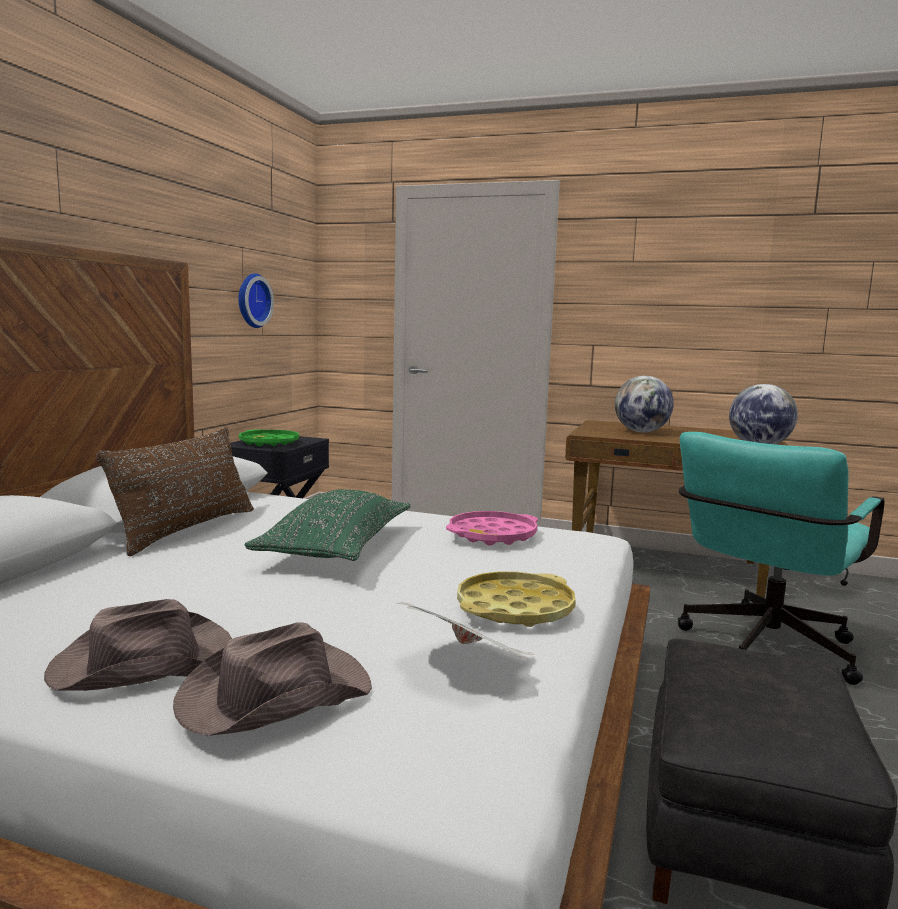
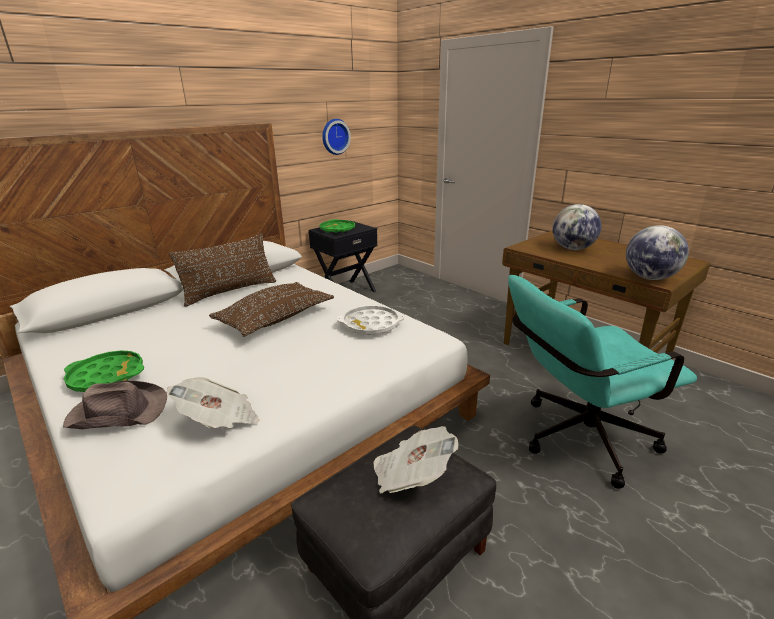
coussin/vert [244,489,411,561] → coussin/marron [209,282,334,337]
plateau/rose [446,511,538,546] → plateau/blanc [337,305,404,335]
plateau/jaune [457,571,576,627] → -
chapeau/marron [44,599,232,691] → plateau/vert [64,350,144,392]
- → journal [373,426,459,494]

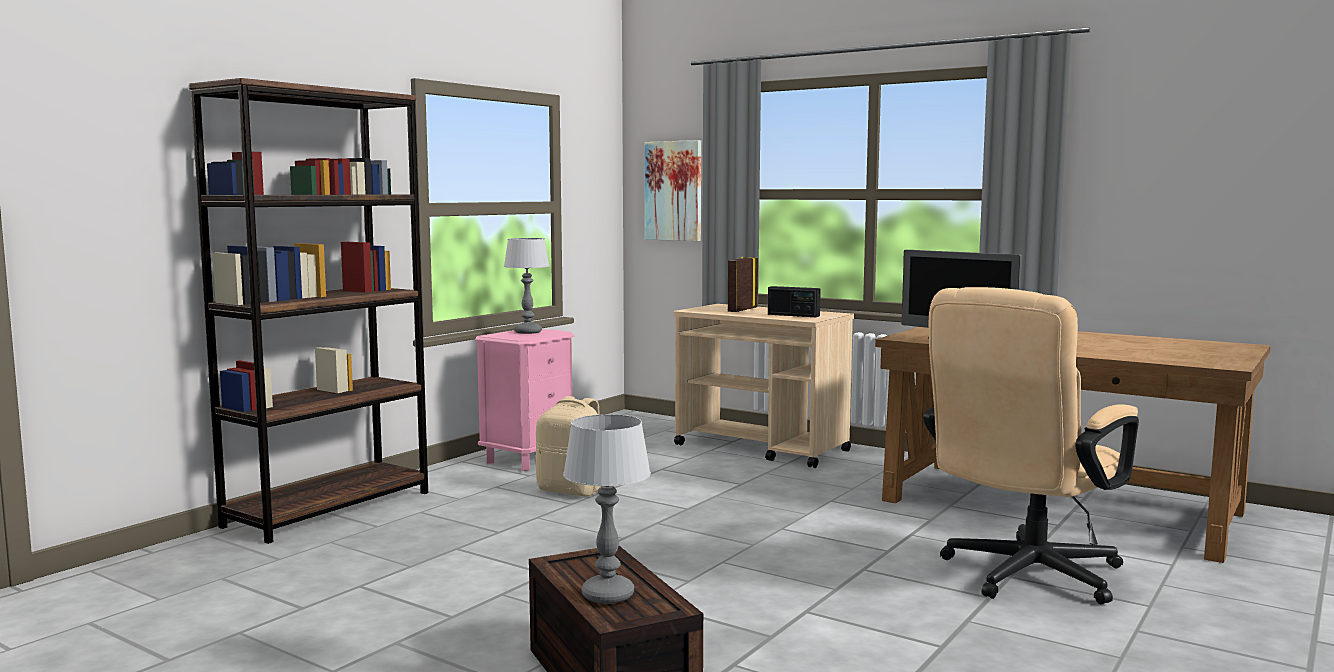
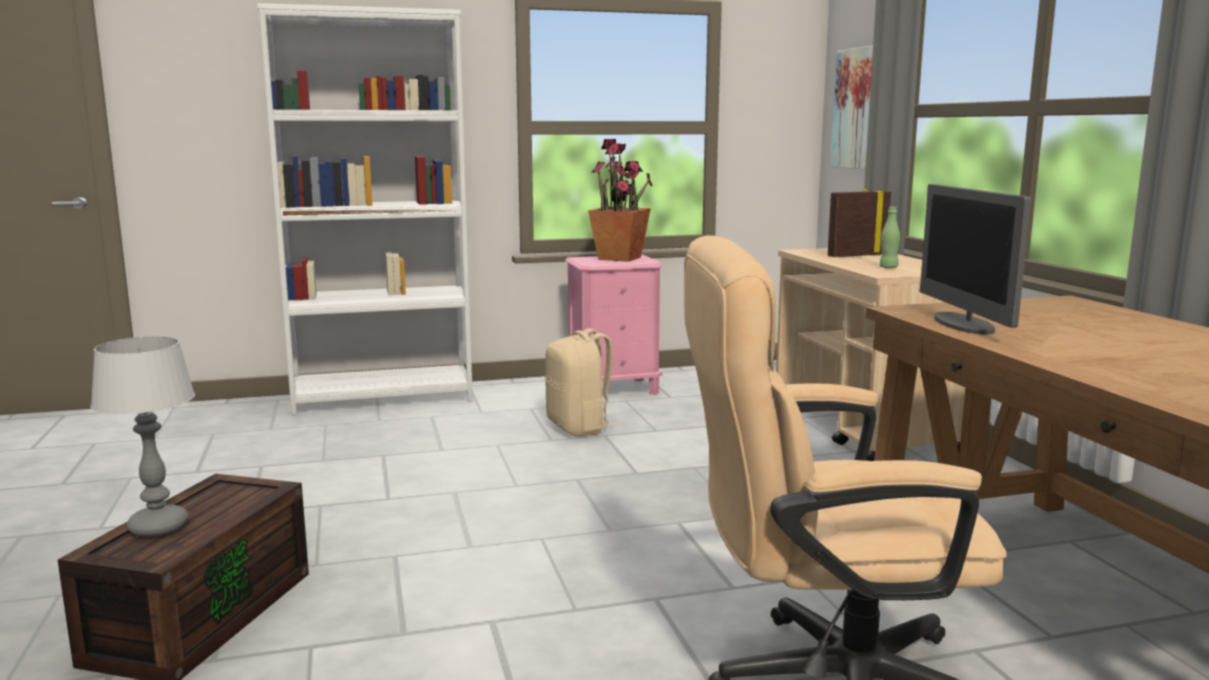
bibliothèque/marron [189,78,428,544] → bibliothèque/blanc [257,3,473,415]
lampe de table [504,238,549,334] → plante en pot [588,139,652,262]
radio [768,286,821,317] → bouteille/vert [879,207,900,268]

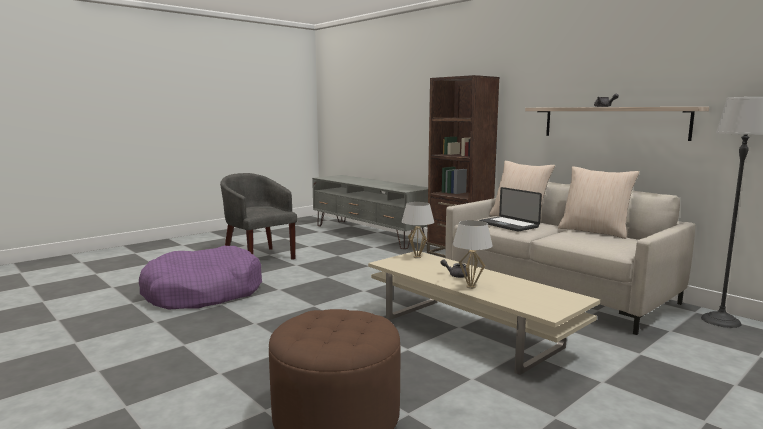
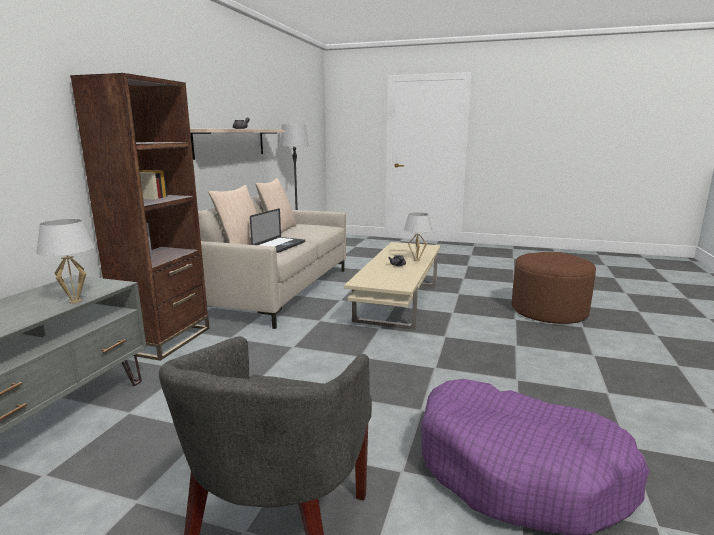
lampe de table/blanc [401,202,434,258] → lampe de table/blanc [36,219,94,304], shifted

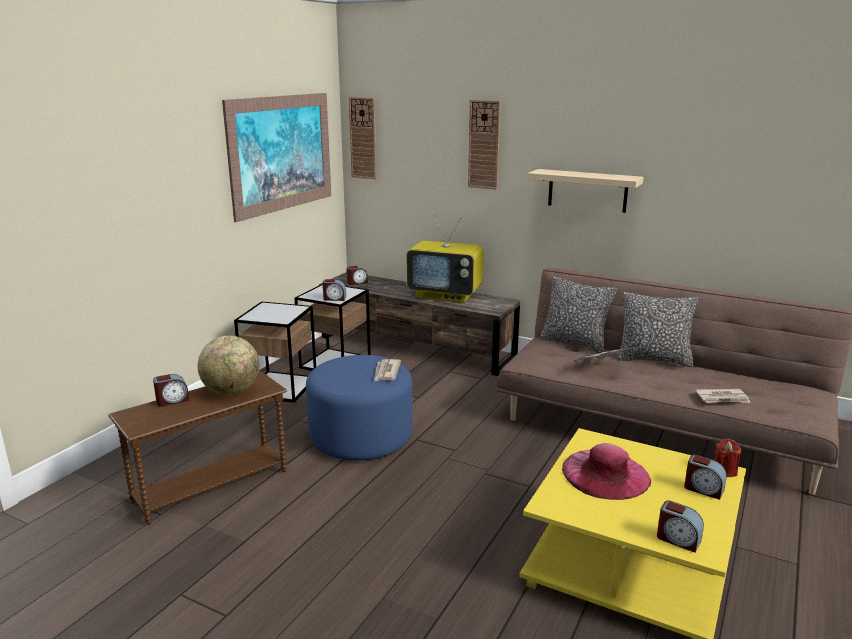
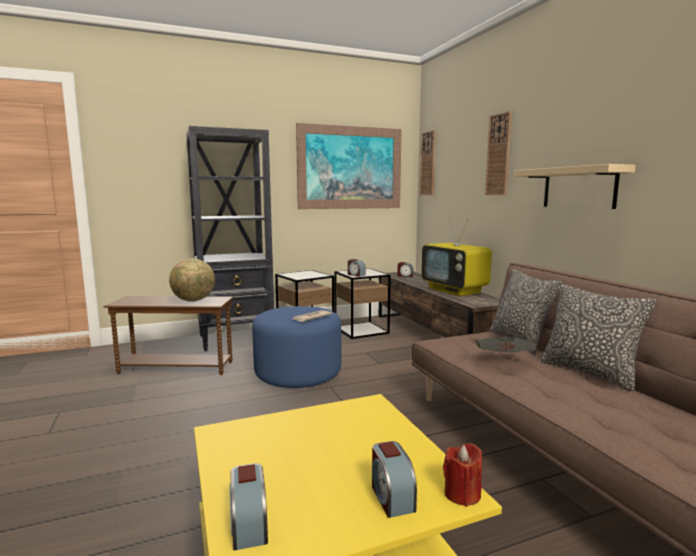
réveil [153,374,189,407] → -
journal [695,389,750,403] → -
chapeau/rose [562,443,651,500] → -
- → bibliothèque/noir [186,126,274,351]

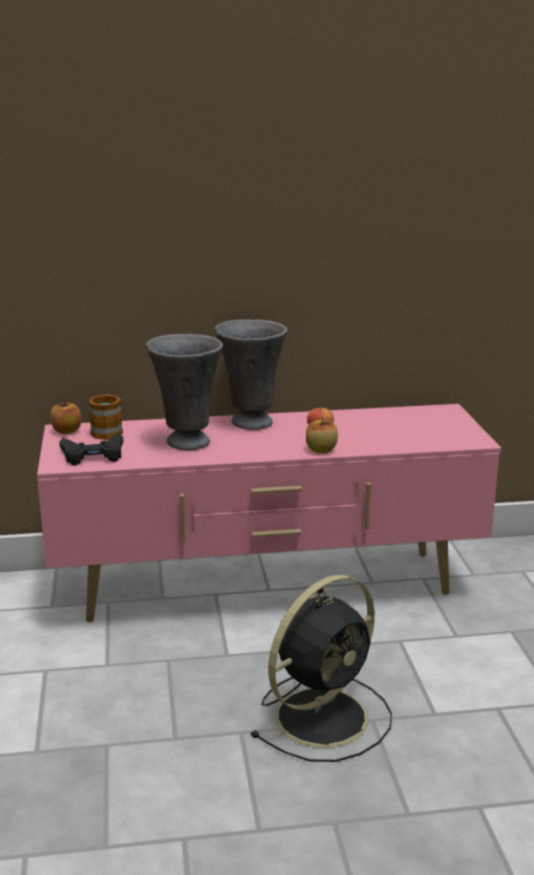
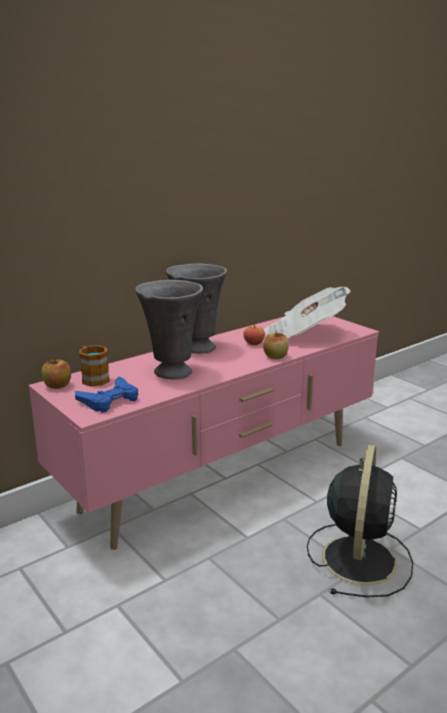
manette/noir [59,433,123,465] → manette/bleu [75,376,138,413]
- → journal [264,287,351,339]

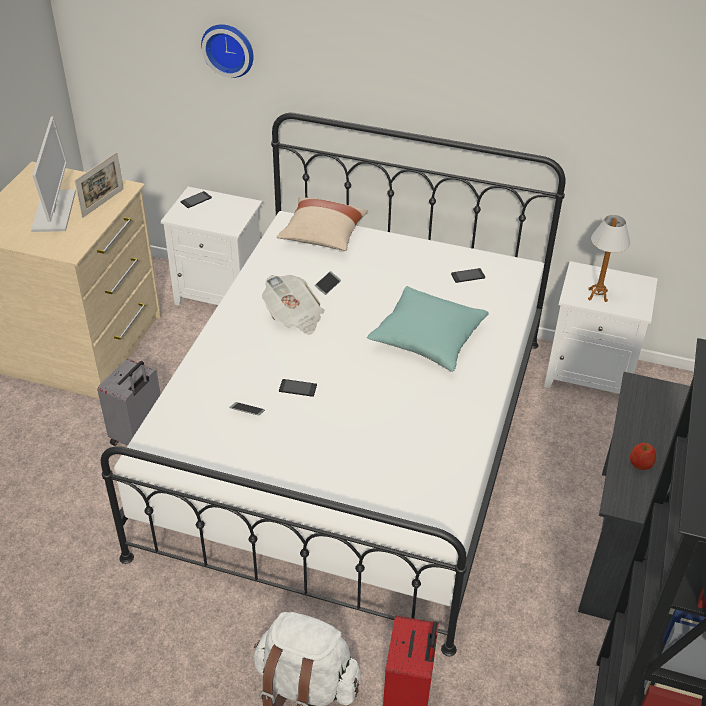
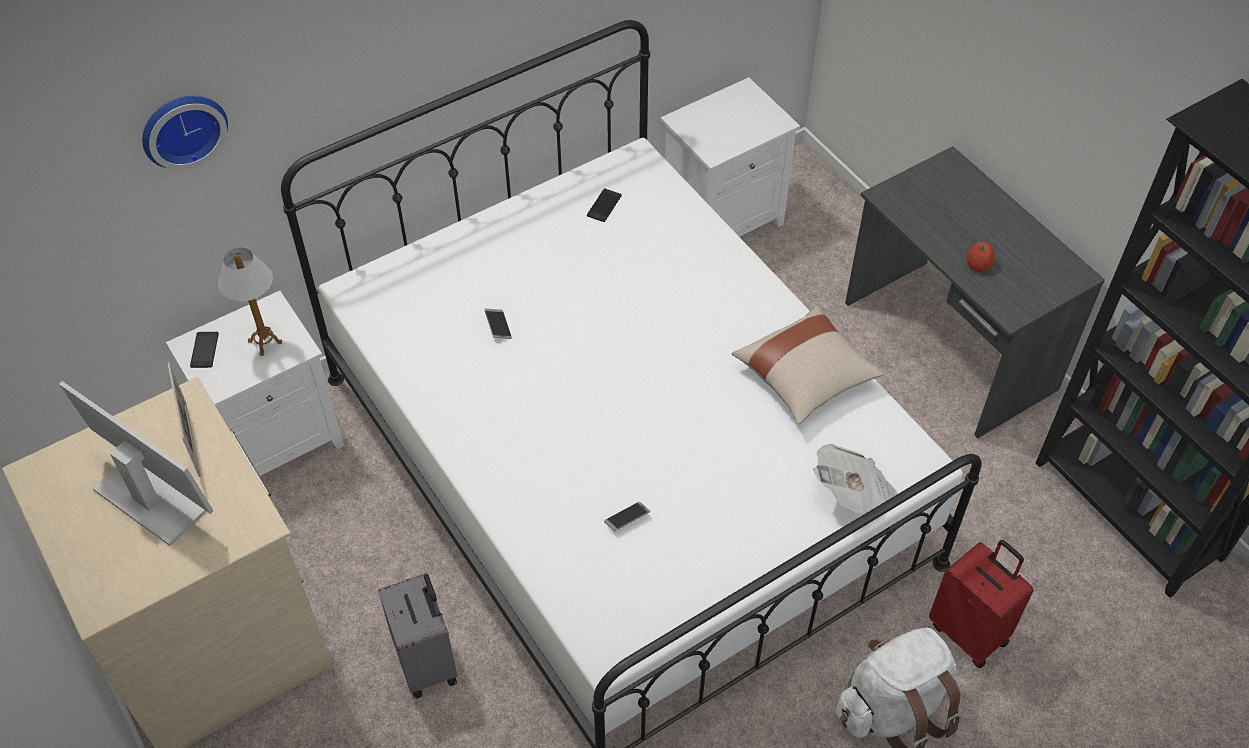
coussin/beige [277,197,367,251] → coussin/beige [732,306,883,424], shifted
lampe de table [588,215,630,302] → lampe de table [218,248,282,356], shifted
journal [262,275,325,335] → journal [813,444,898,515], shifted
coussin/turquoise [367,286,489,372] → -
téléphone [279,379,317,397] → -

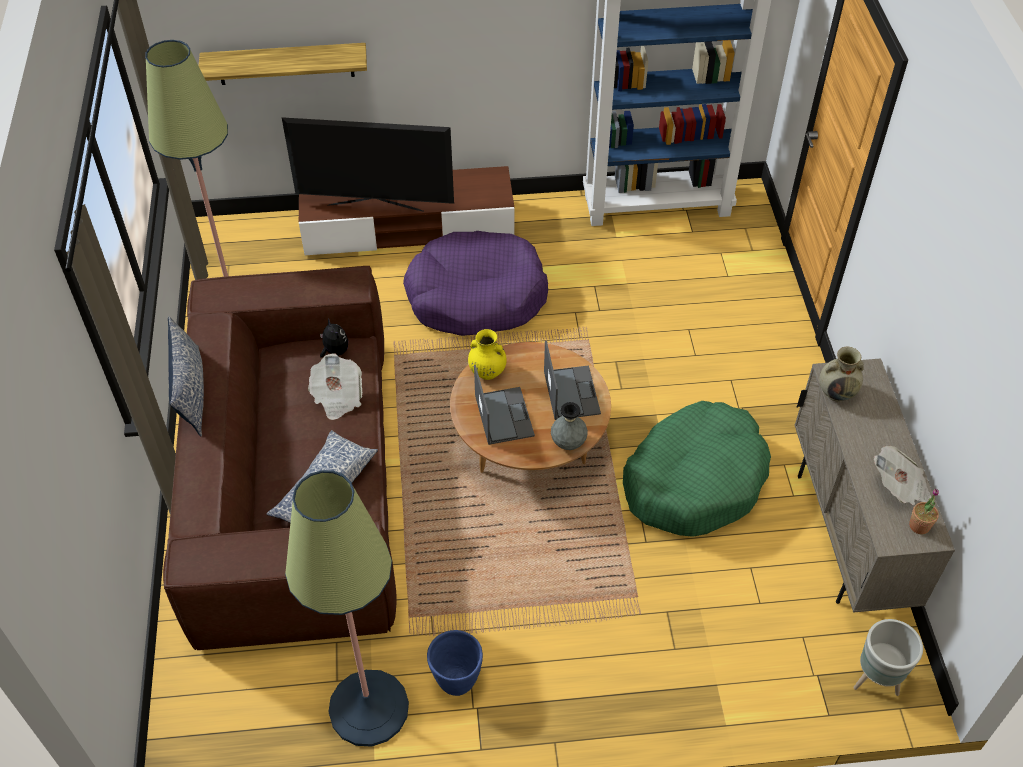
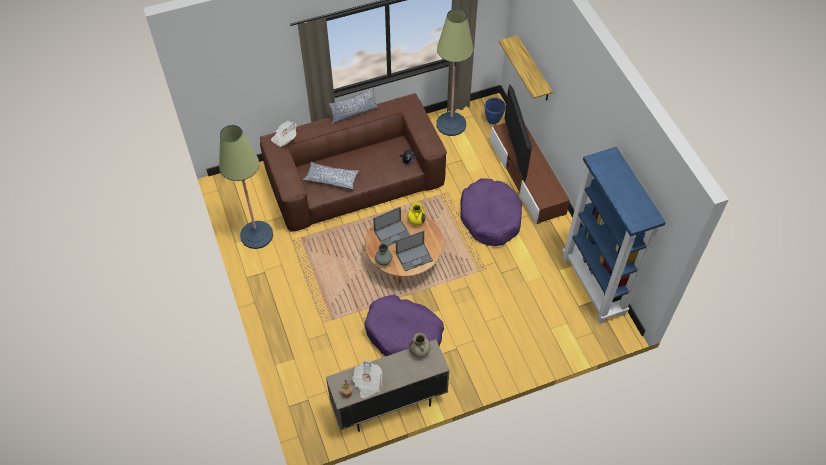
journal [308,354,362,420] → journal [271,121,297,148], shifted
panier pour chien/vert [623,401,771,537] → panier pour chien/violet [364,295,444,356]
cache-pot/gris [853,619,923,696] → -
cache-pot/bleu [427,630,483,696] → cache-pot/bleu [485,98,506,124], shifted

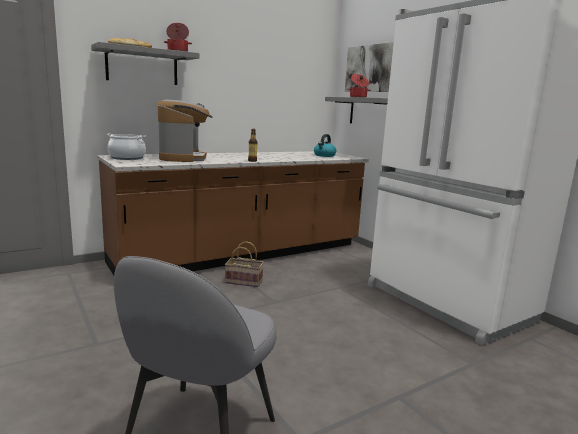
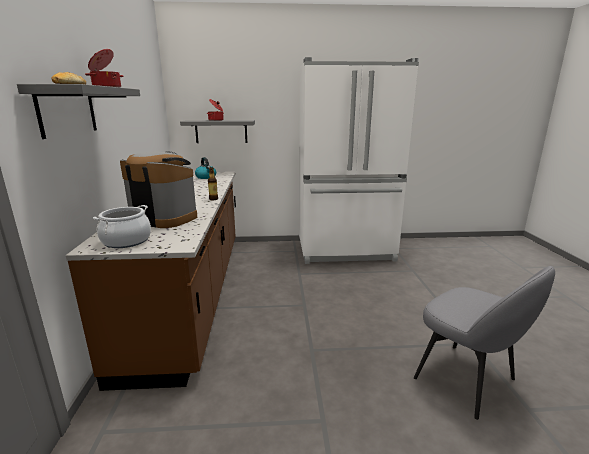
tableau [345,42,394,92] → -
panier [225,241,264,287] → -

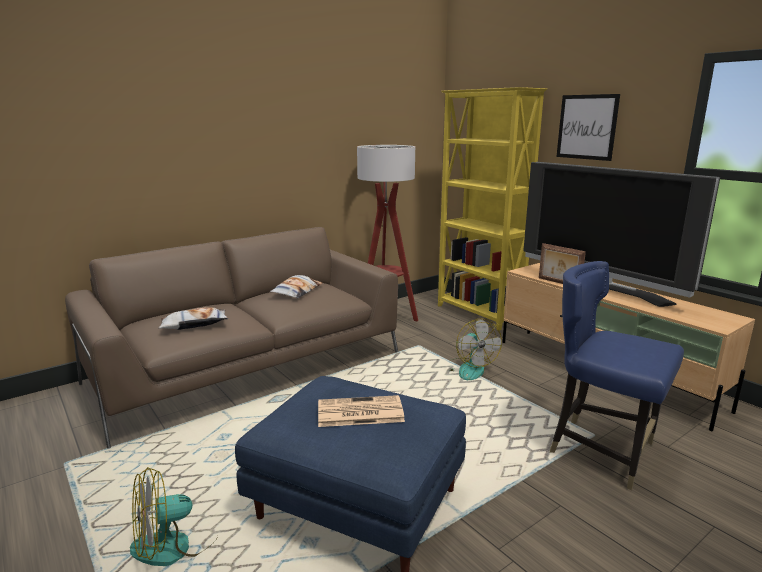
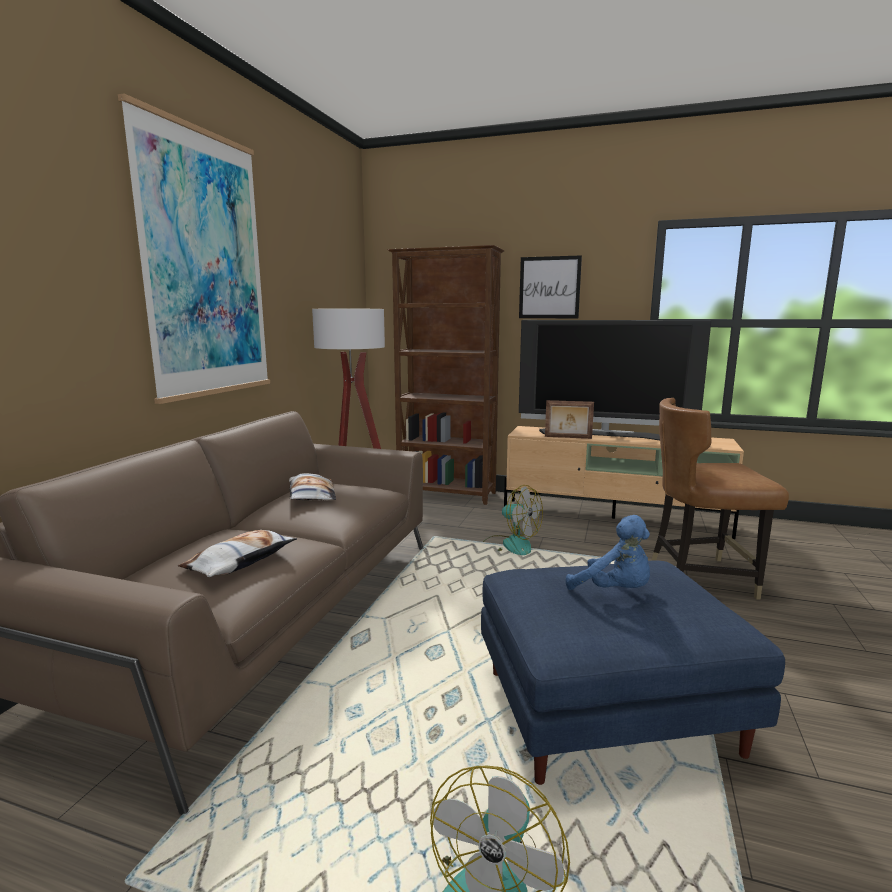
bibliothèque/jaune [438,87,547,331] → bibliothèque/marron [387,245,504,505]
chaise/bleu [550,261,684,490] → chaise/marron [651,398,789,600]
journal [318,395,405,427] → peluche/bleu [566,515,650,590]
- → tableau [118,93,270,404]

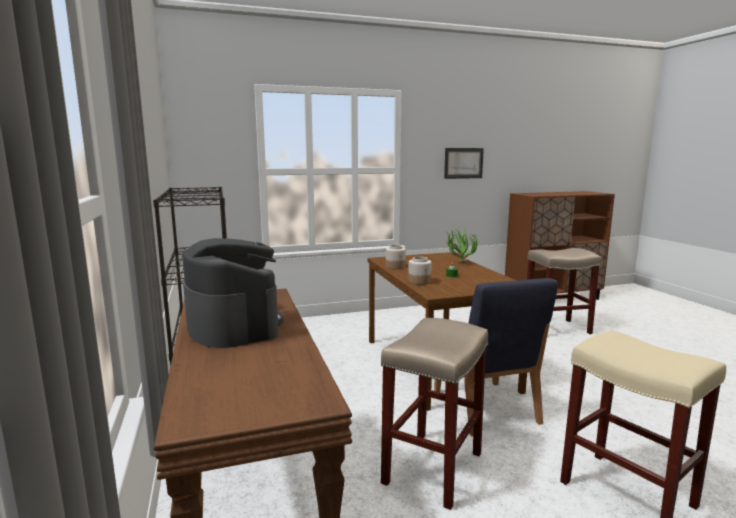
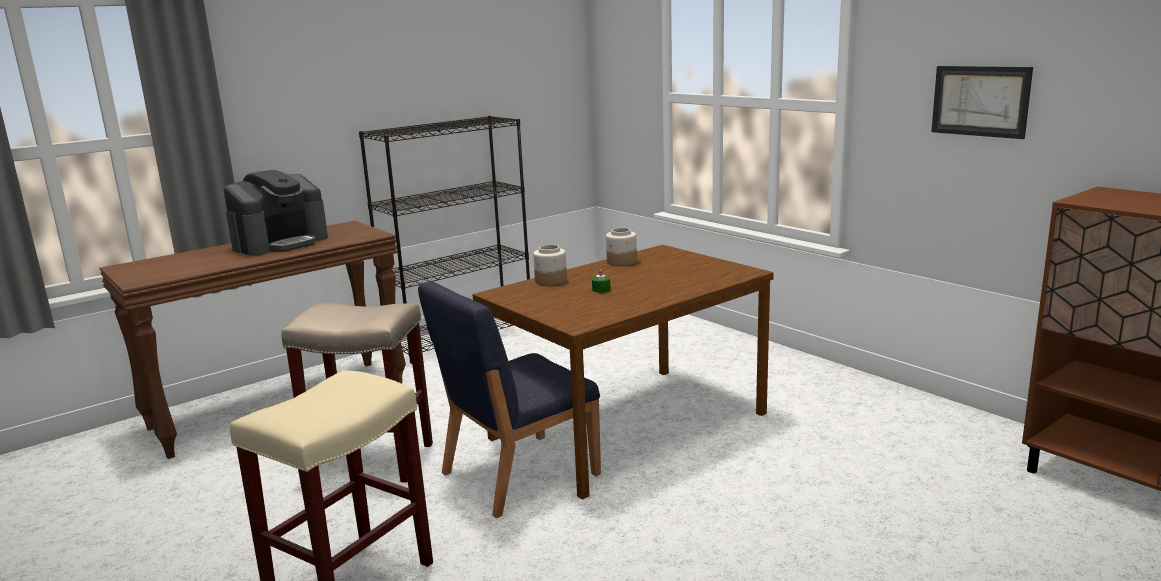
plante en pot [446,228,478,264] → -
tabouret/beige [527,248,601,334] → -

